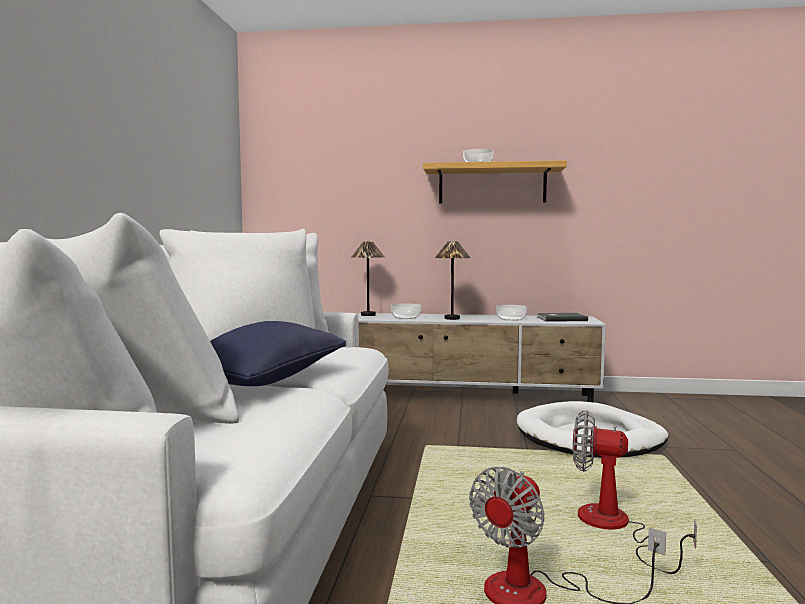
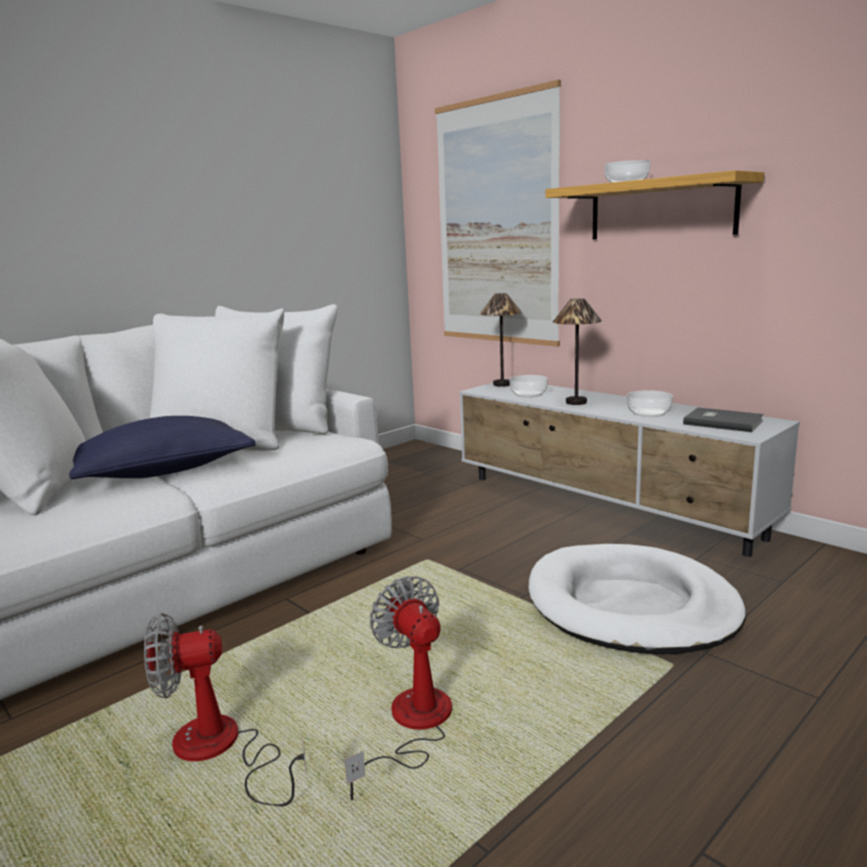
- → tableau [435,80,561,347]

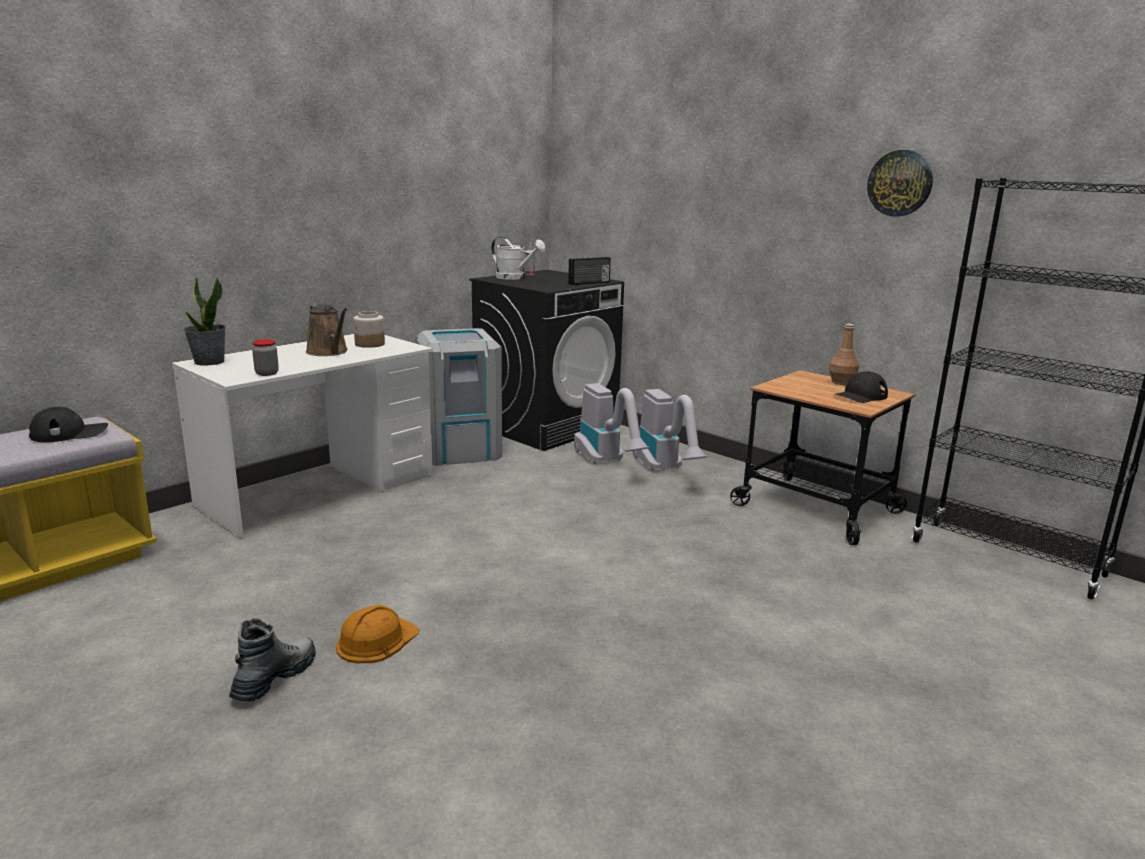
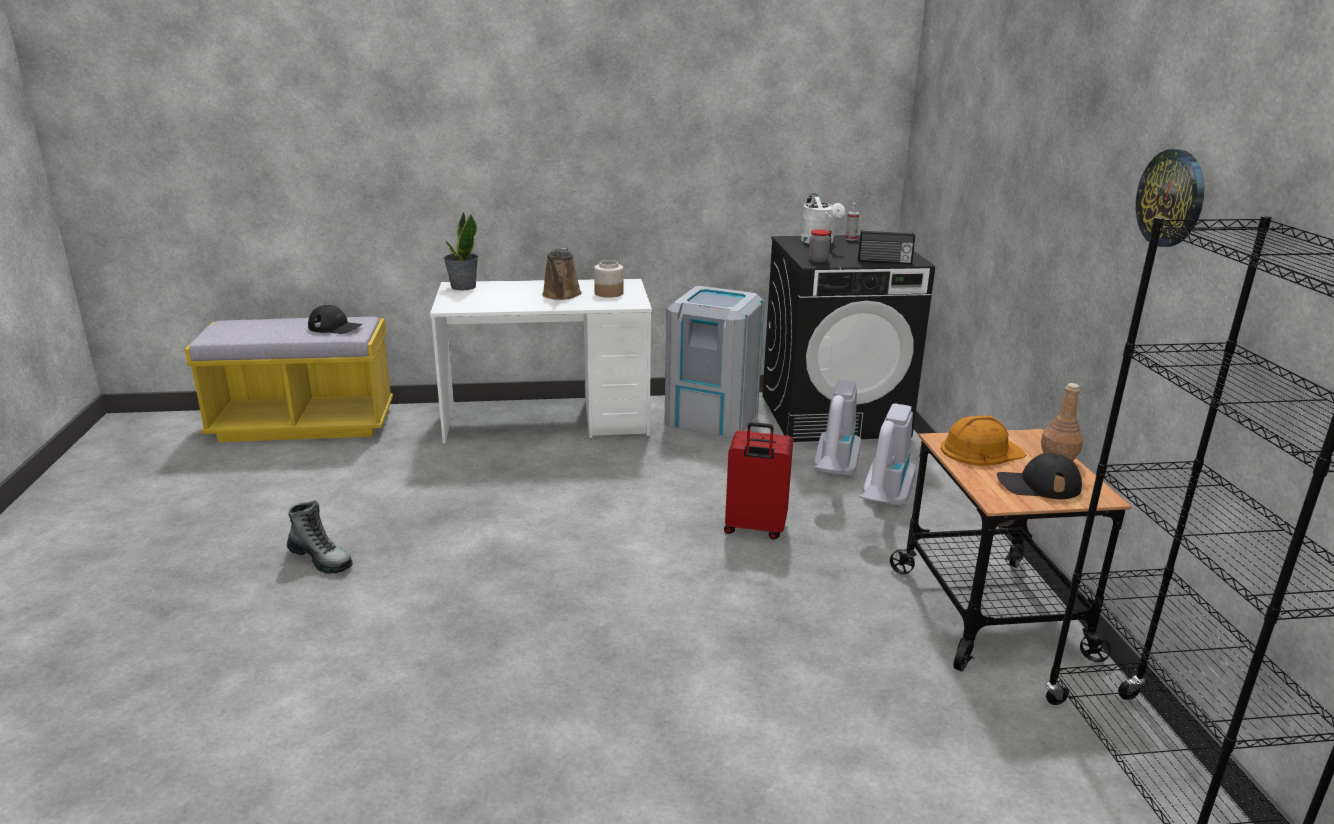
bocal [252,339,279,376] → bocal [808,230,830,262], shifted
casque de chantier/orange [336,605,419,663] → casque de chantier/orange [941,415,1026,466], shifted
botte [229,618,316,701] → botte [287,500,353,574], 60 degrees clockwise
- → valise/rouge [724,422,793,540]

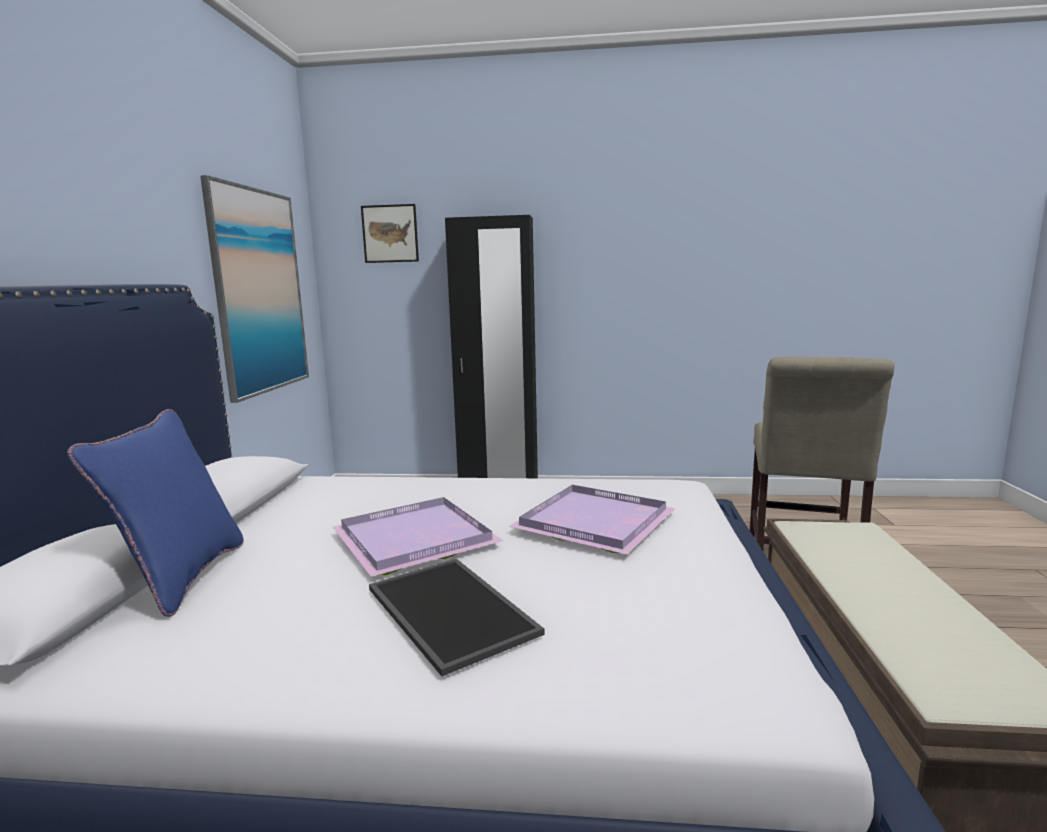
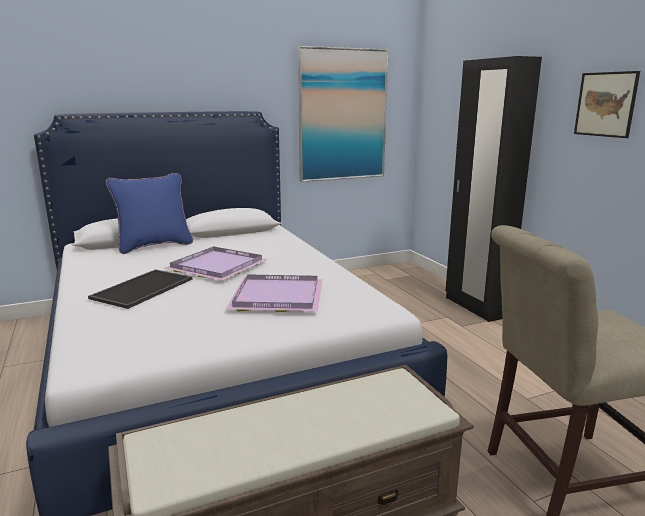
tableau [361,204,419,263] → tableau [574,71,640,138], shifted

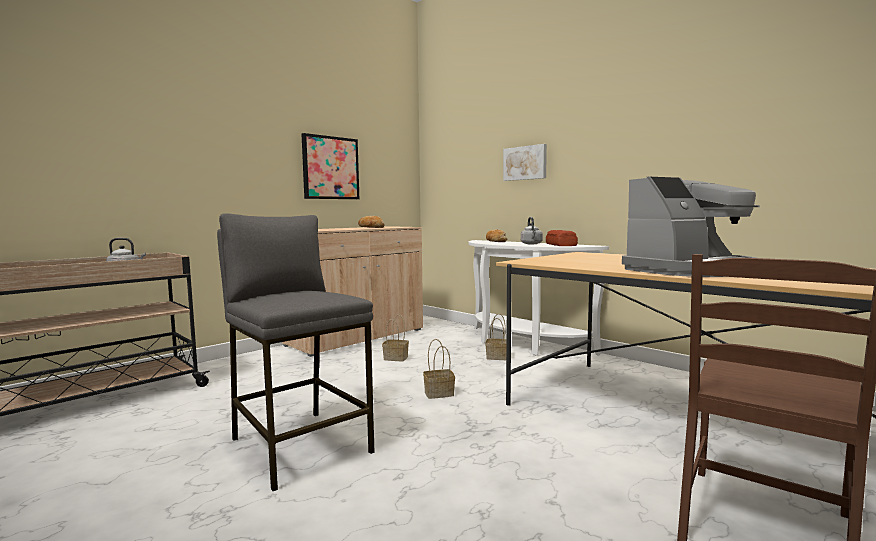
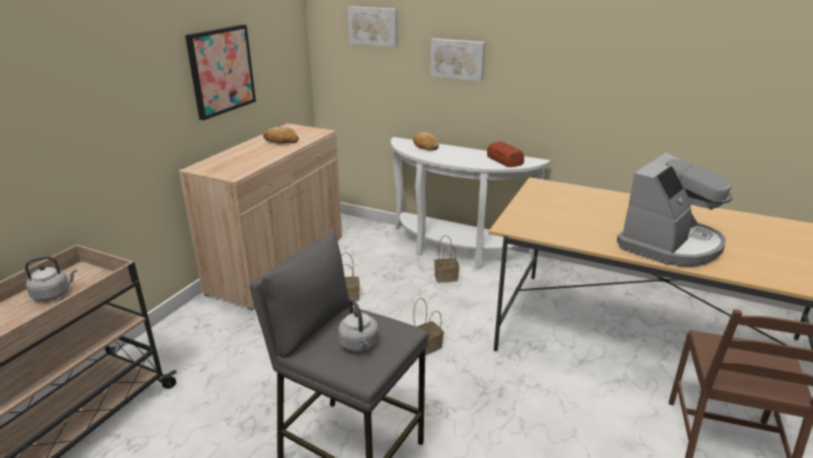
bouilloire/gris [521,217,543,244] → bouilloire/gris [338,299,379,352], shifted
- → tableau [348,6,398,47]

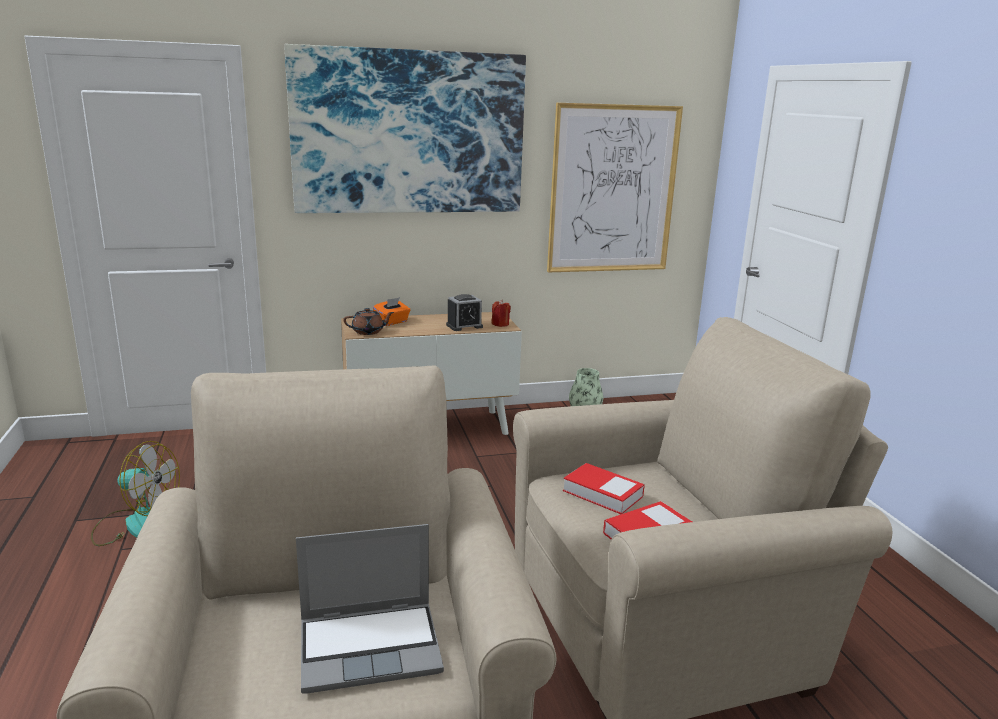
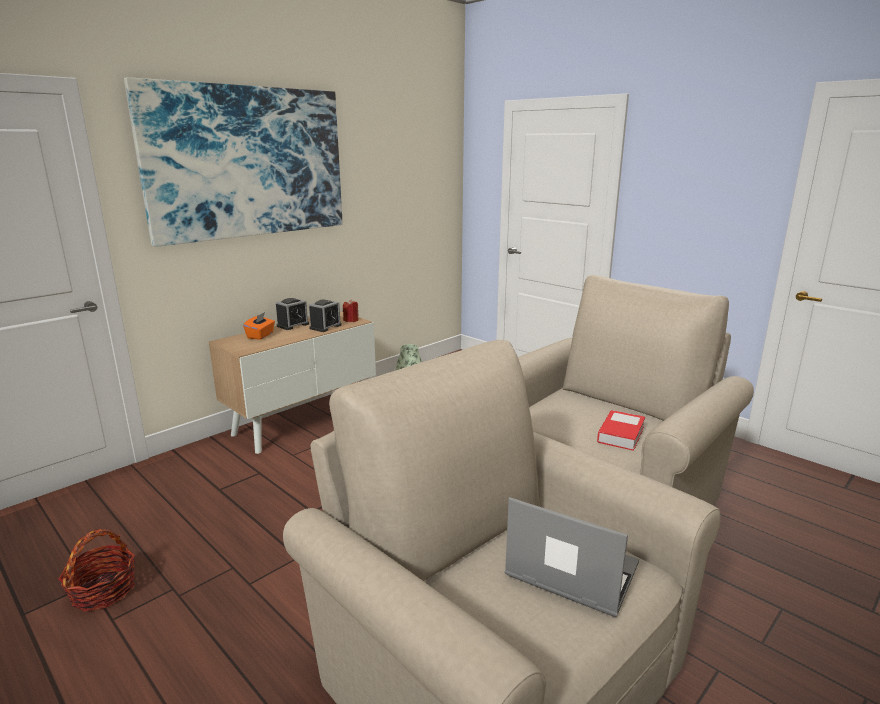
tableau [547,102,683,273] → -
théière/marron [343,308,394,335] → -
ventilateur [91,441,180,546] → panier [59,529,135,612]
livre [563,463,645,514] → -
ordinateur portable [296,524,444,694] → ordinateur portable [505,497,639,617], 105 degrees counterclockwise
- → réveil [276,298,309,330]

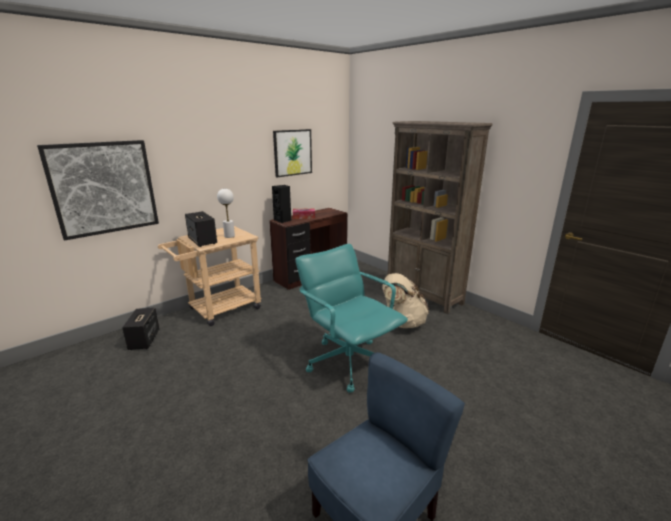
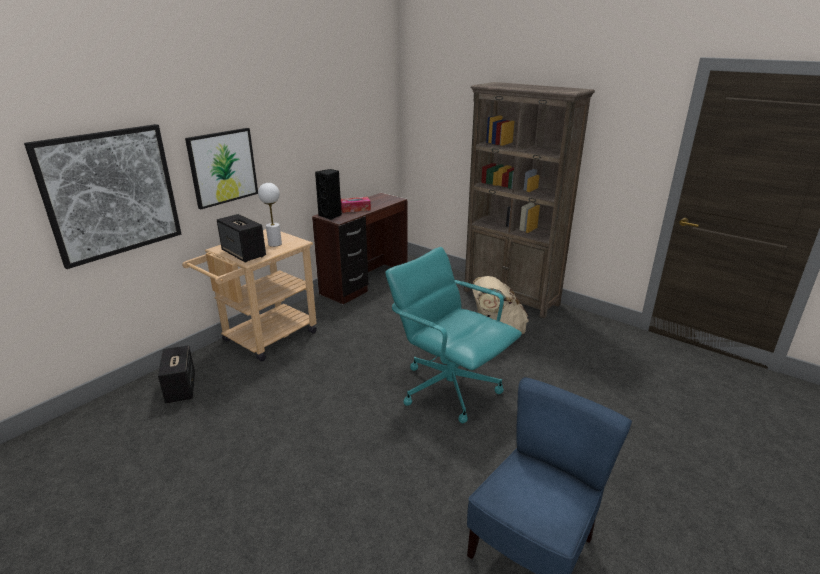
tableau [273,129,312,177] → tableau [185,128,258,209], shifted

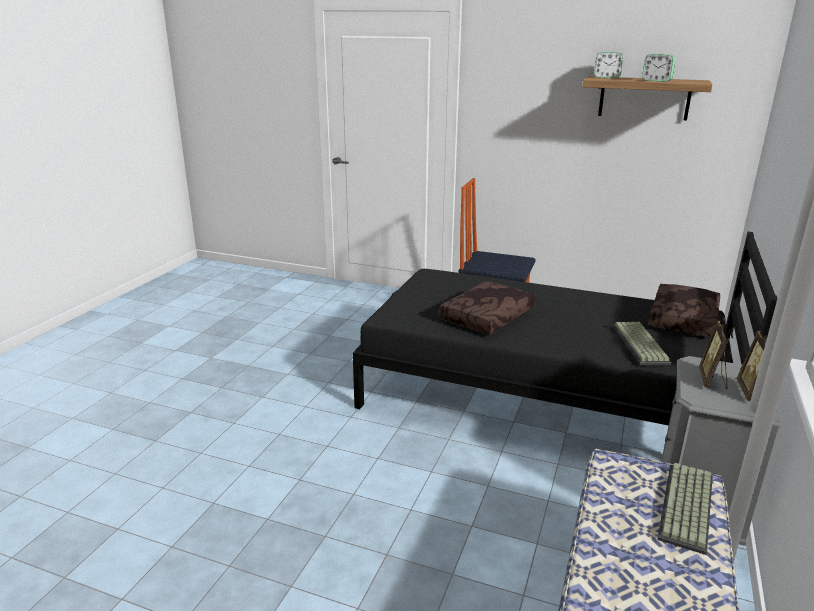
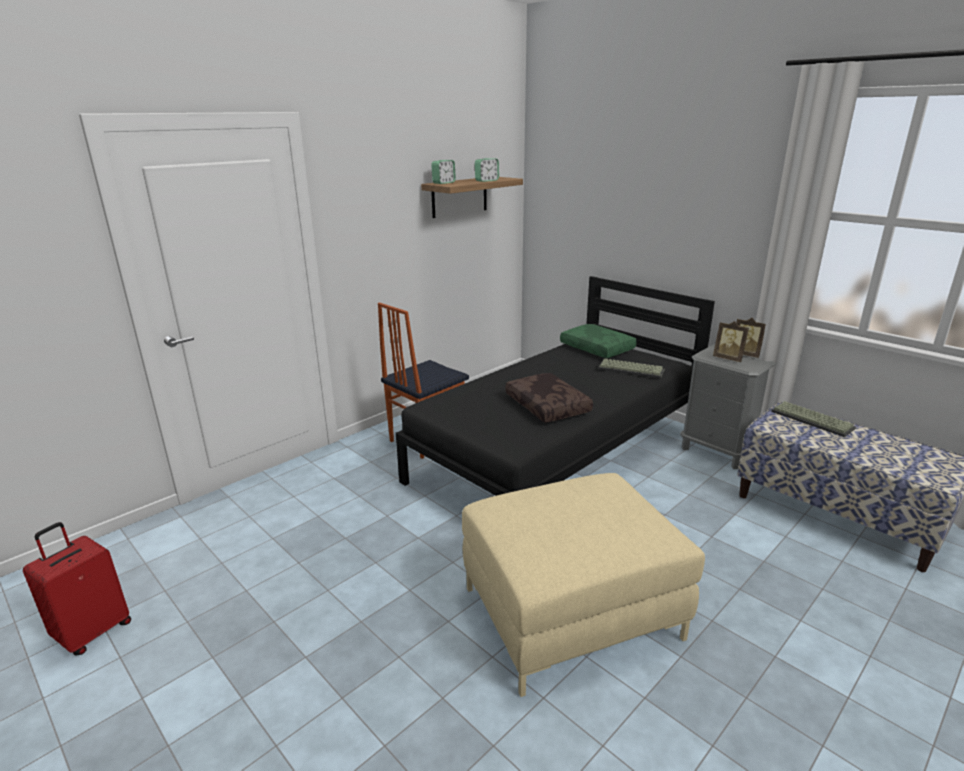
coussin/marron [648,284,720,337] → coussin/vert [560,324,637,358]
- → pouf/beige [462,473,705,697]
- → valise/rouge [23,522,131,656]

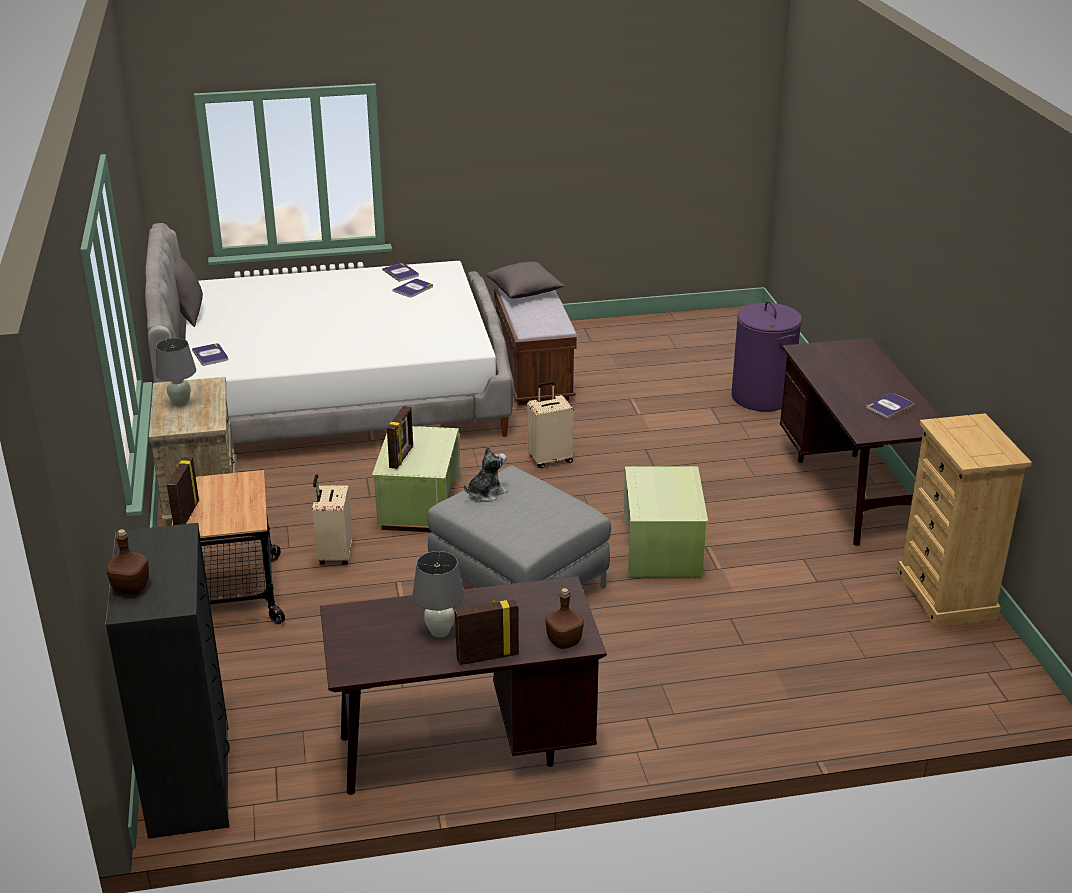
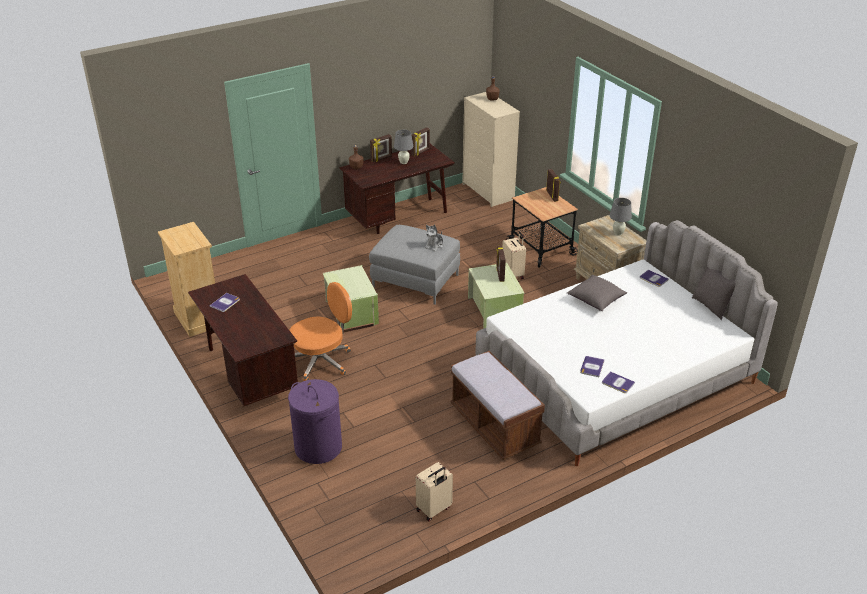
coussin/gris [486,262,565,298] → coussin/gris [567,275,627,311], shifted
valise/beige [527,381,574,468] → valise/beige [416,462,453,521], shifted
commode/noir [106,523,230,839] → commode/beige [462,92,520,207]
- → cadre photo [411,127,430,157]
- → chaise de bureau/orange [289,282,352,381]

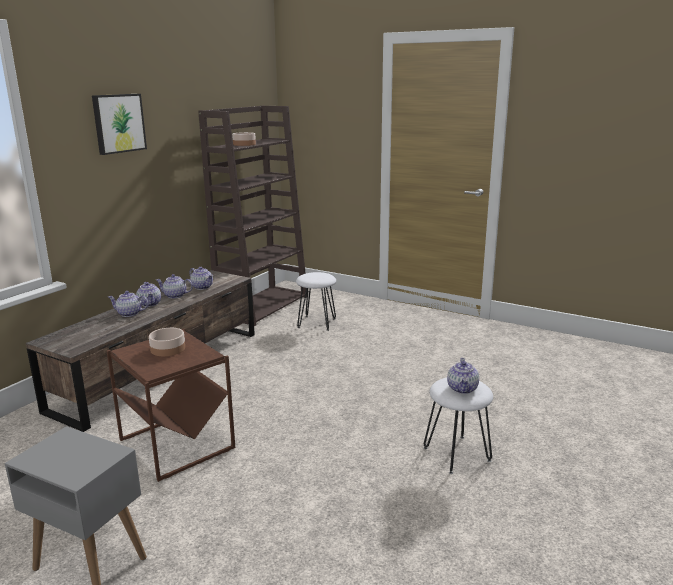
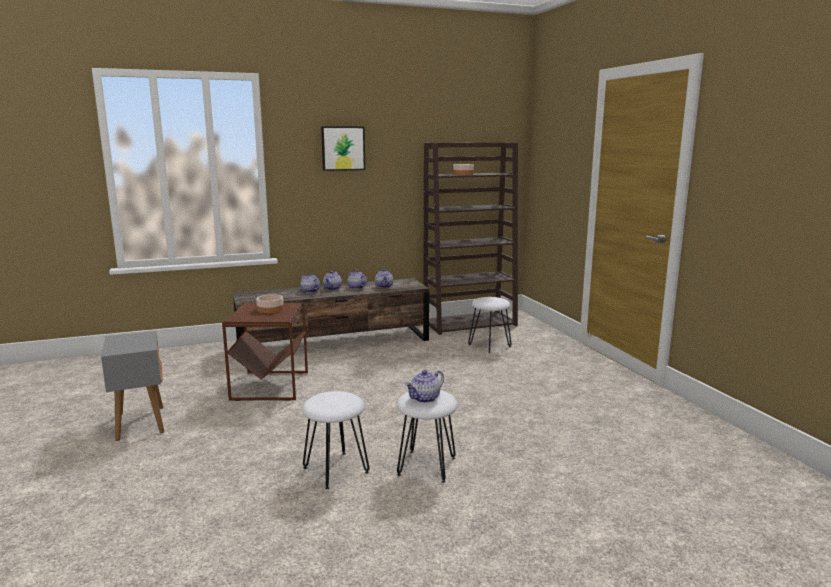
- → tabouret/blanc [302,391,370,489]

